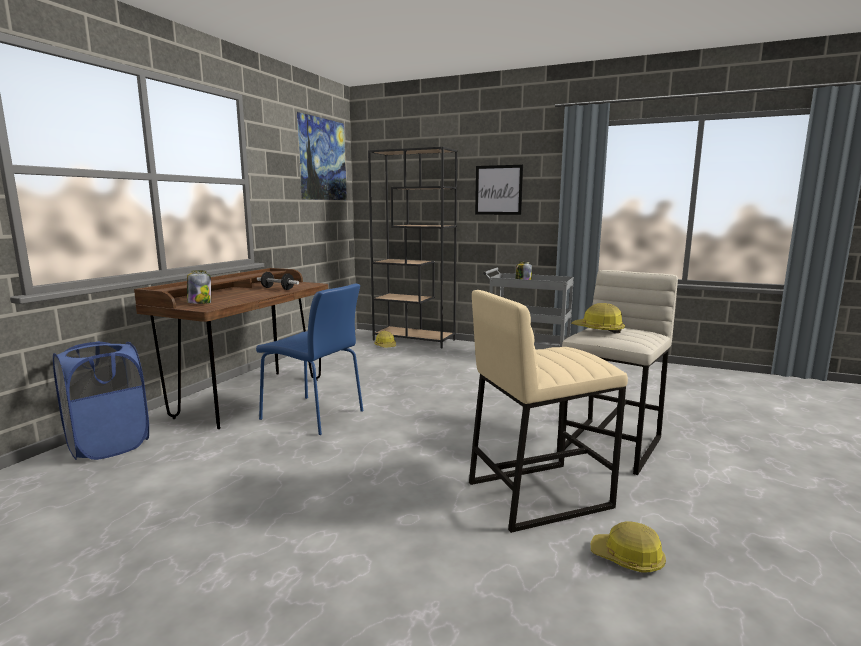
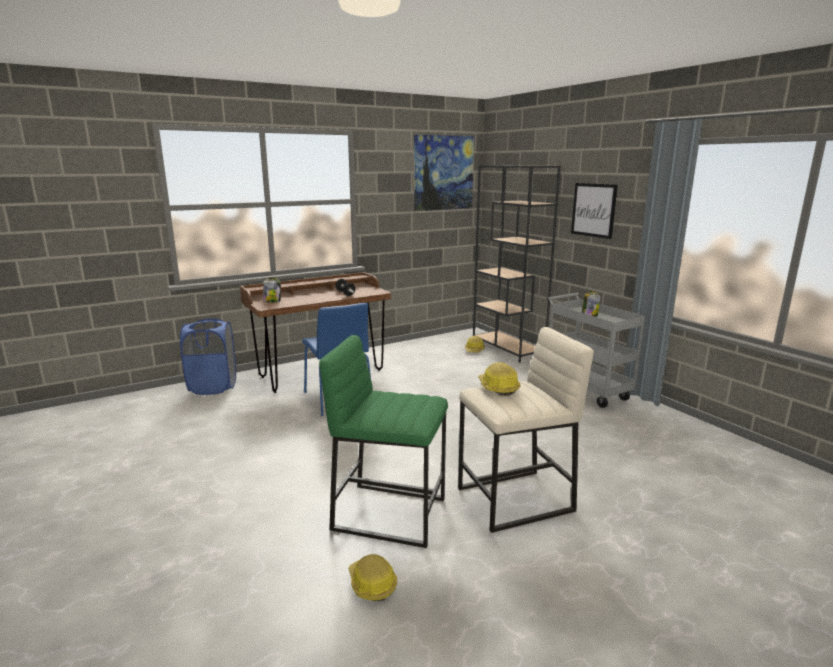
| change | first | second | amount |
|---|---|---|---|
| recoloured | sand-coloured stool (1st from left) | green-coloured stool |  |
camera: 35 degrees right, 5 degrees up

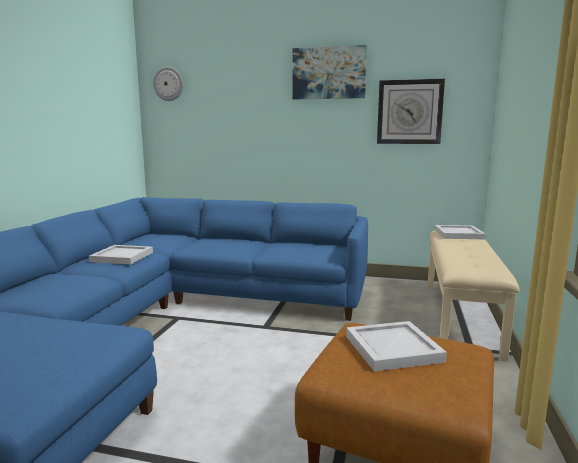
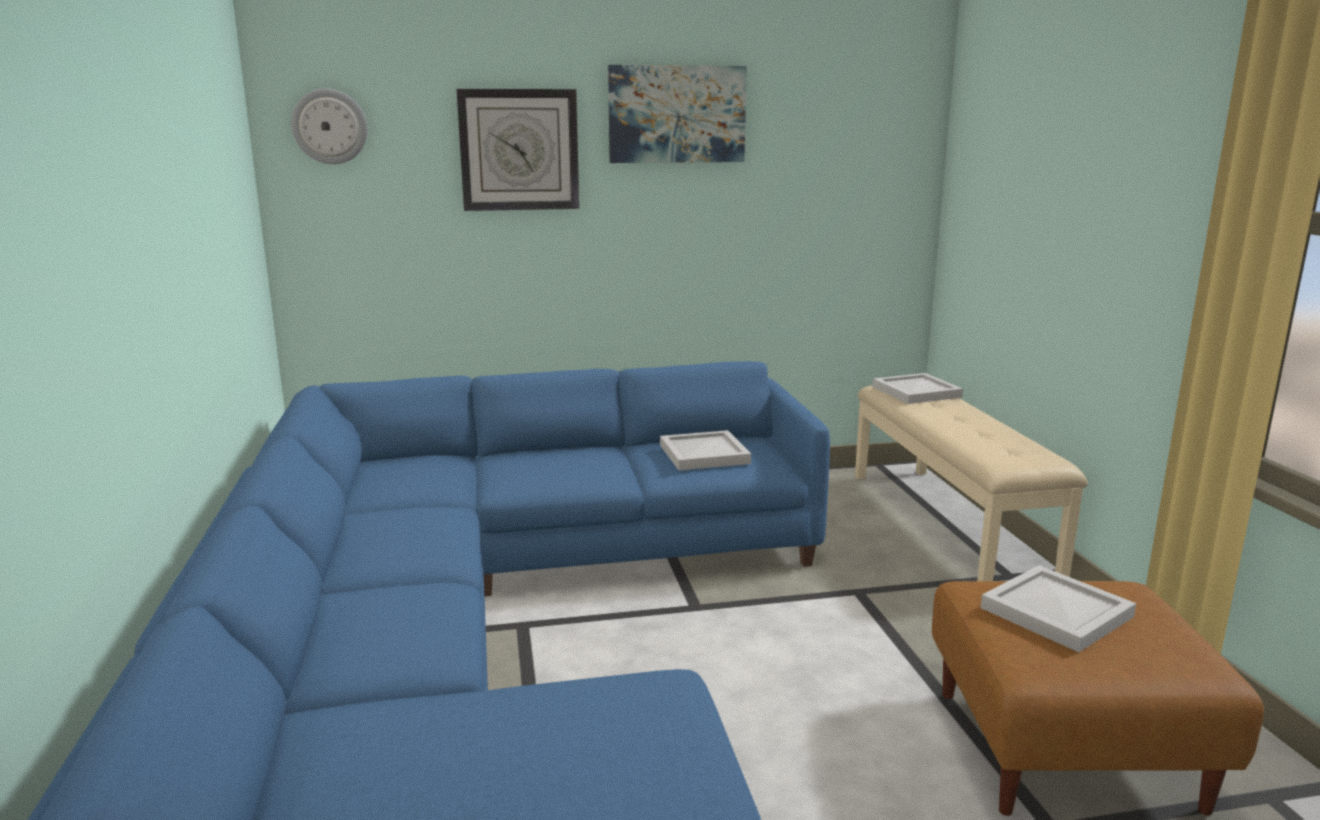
| change | first | second | amount |
|---|---|---|---|
| moved | wall clock (2nd from left) |  |  |
| moved | whitish serving tray (1st from left) |  |  |
camera: 25 degrees left, 5 degrees up

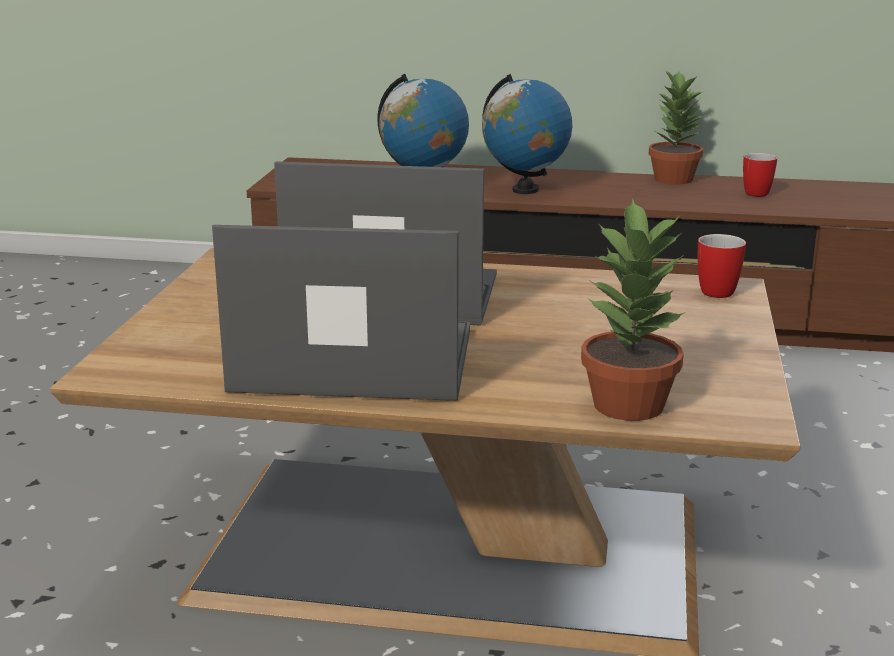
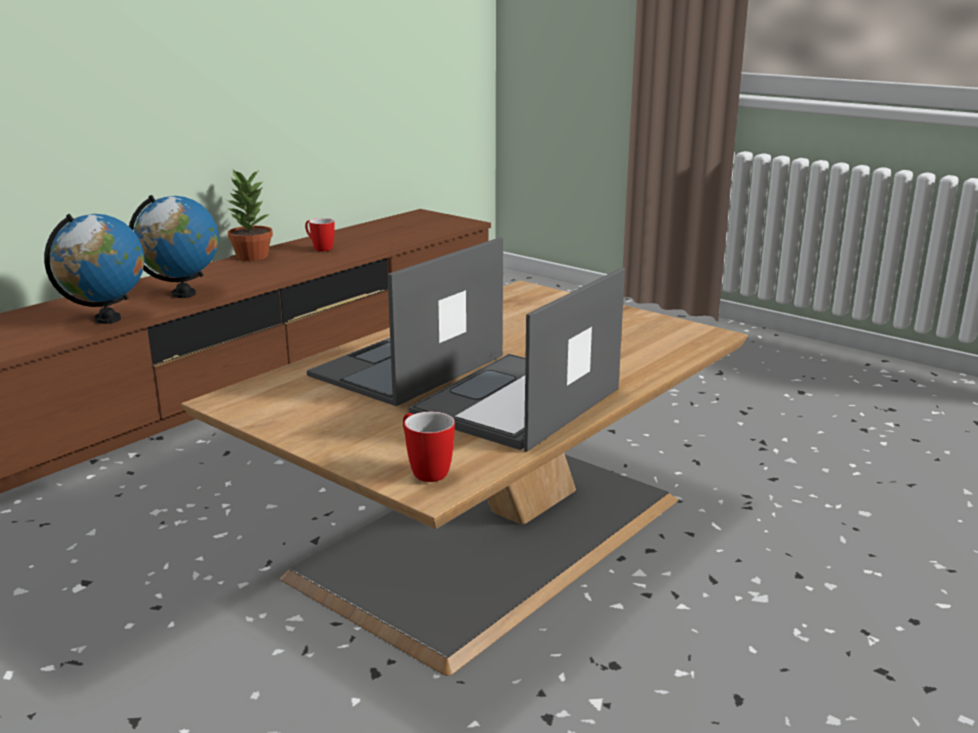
| change | first | second | amount |
|---|---|---|---|
| removed | houseplant (1st from left) |  |  |
| moved | mug (1st from left in the first image) | mug (2nd from left) |  |
camera: 60 degrees left, 0 degrees up

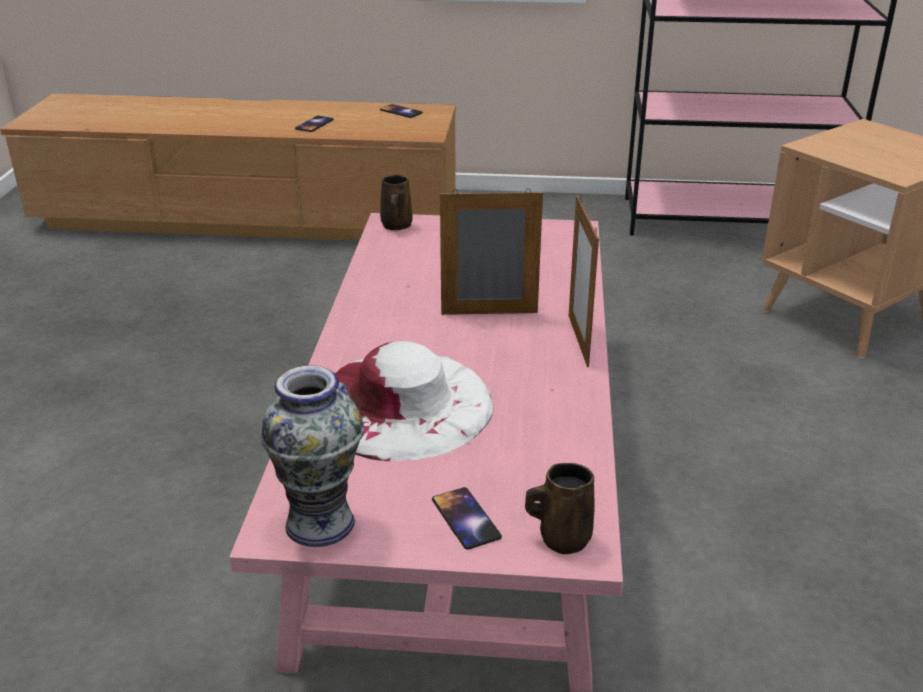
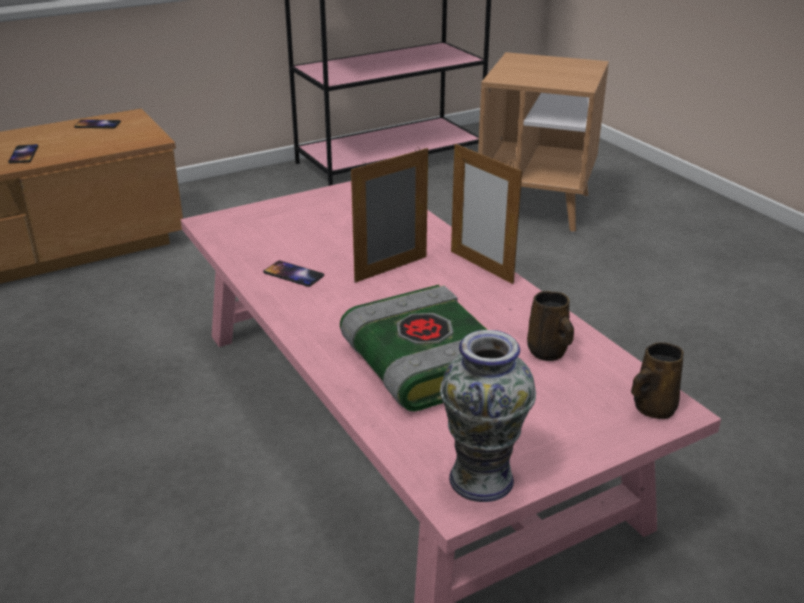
| change | first | second | amount |
|---|---|---|---|
| moved | brown mug (1st from left) |  |  |
| replaced | whitish clothing hat | volume |  |
| moved | phone (3rd from left) |  |  |
camera: 35 degrees left, 0 degrees up

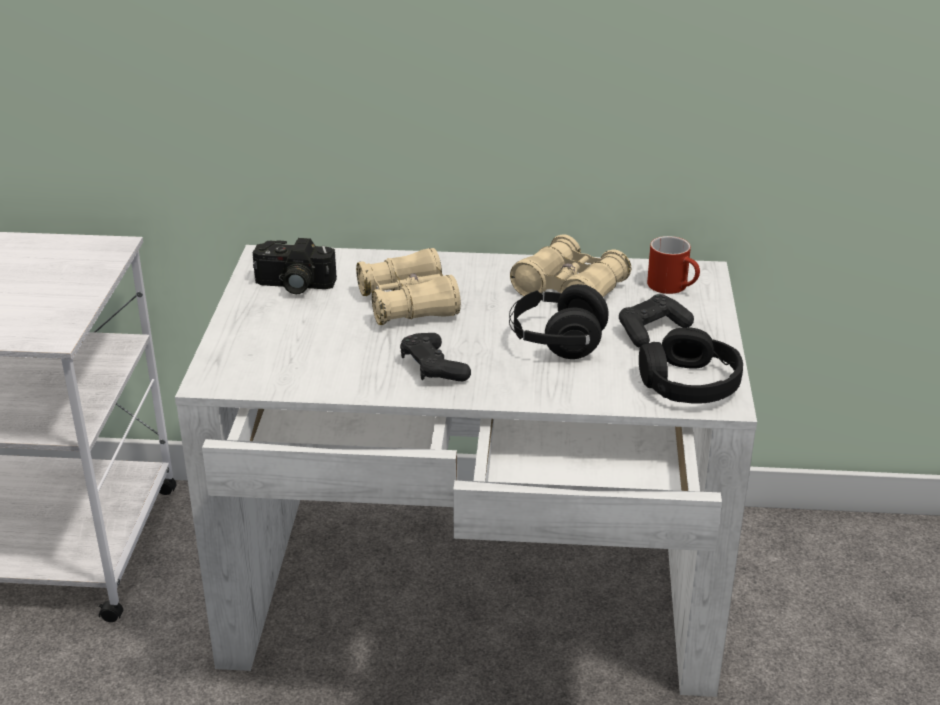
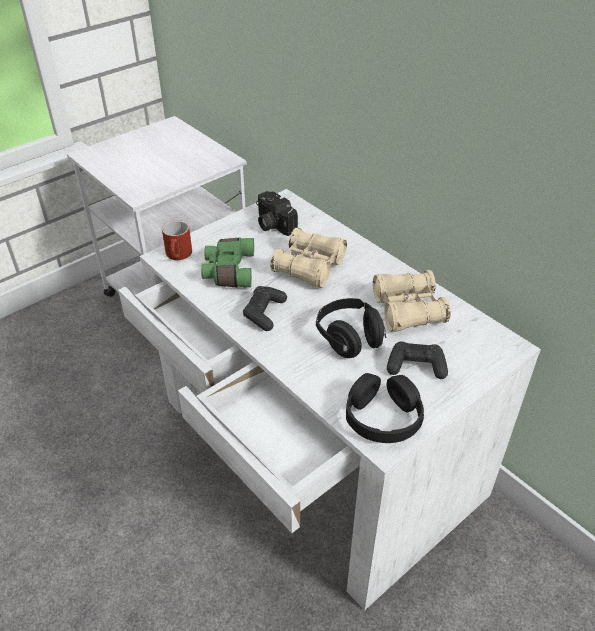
| change | first | second | amount |
|---|---|---|---|
| moved | red-coloured mug |  |  |
| added |  | green-coloured field glasses |  |
camera: 45 degrees right, 10 degrees up

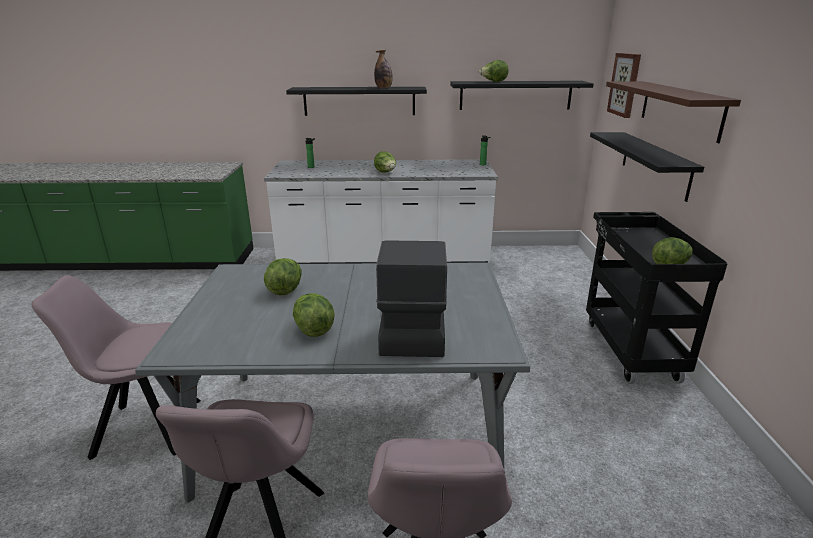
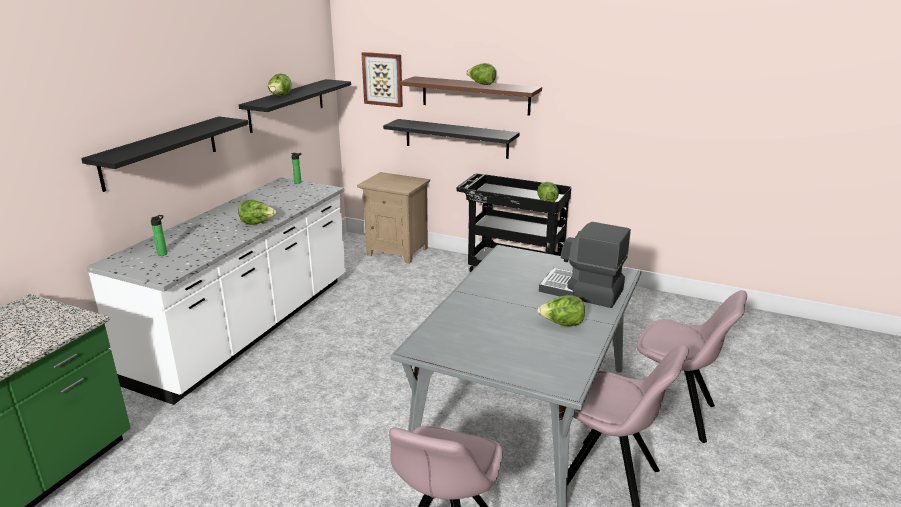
| change | first | second | amount |
|---|---|---|---|
| removed | bottle (2nd from left) |  |  |
| moved | lettuce head (1st from left in the first image) | lettuce head (3rd from left) |  |
| added |  | sand-coloured nightstand |  |
camera: 65 degrees left, 0 degrees up

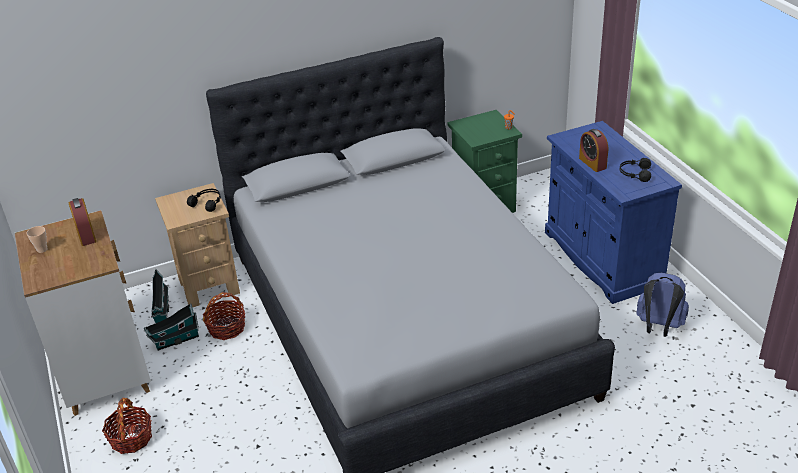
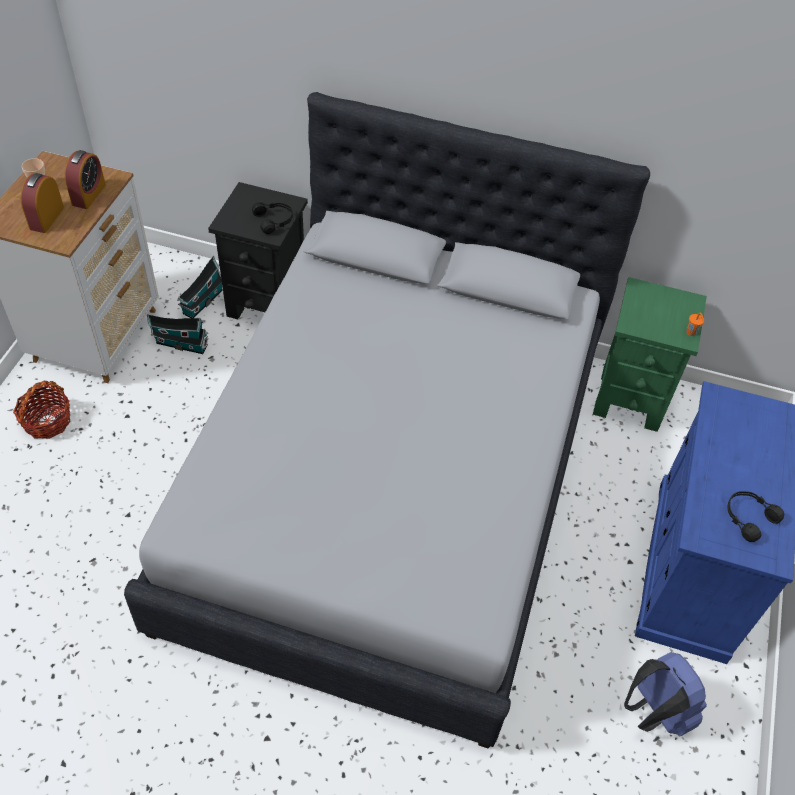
| change | first | second | amount |
|---|---|---|---|
| moved | table clock (2nd from left in the first image) | table clock (1st from left) |  |
| recoloured | sand-coloured nightstand | black nightstand |  |
| removed | household basket (2nd from left) |  |  |
camera: 35 degrees right, 15 degrees up

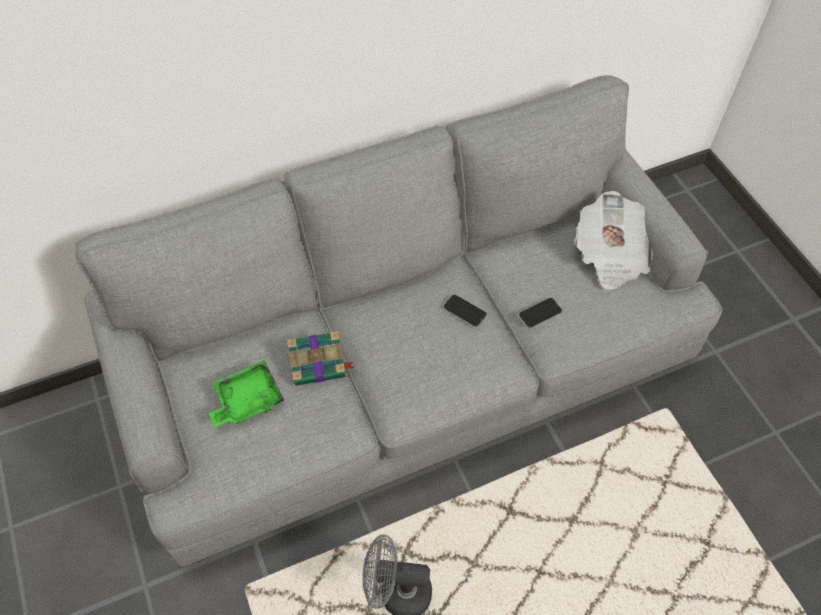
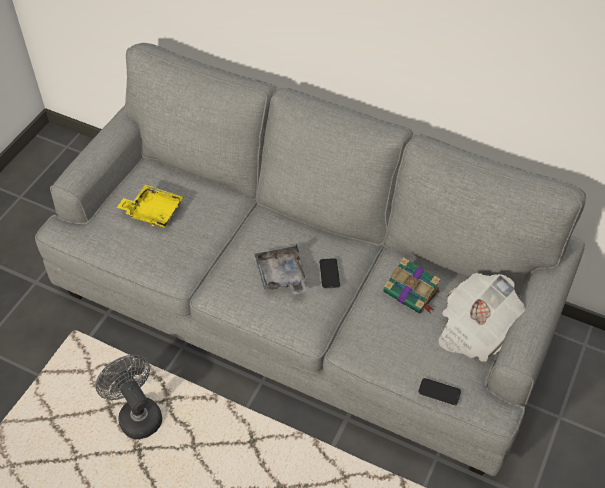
| change | first | second | amount |
|---|---|---|---|
| moved | phone (2nd from left) |  |  |
| moved | volume |  |  |
| recoloured | green-coloured serving tray | yellowish serving tray |  |
| added |  | grey serving tray |  |
camera: 50 degrees right, 5 degrees down

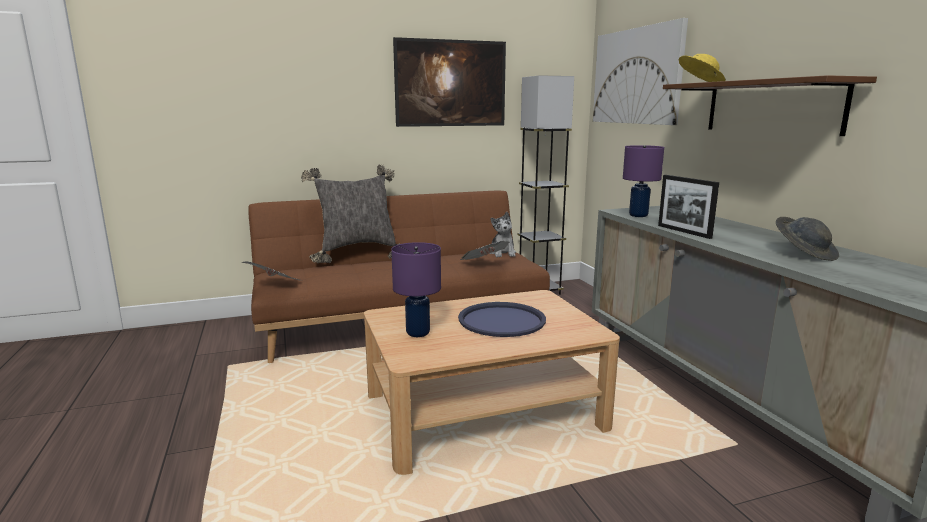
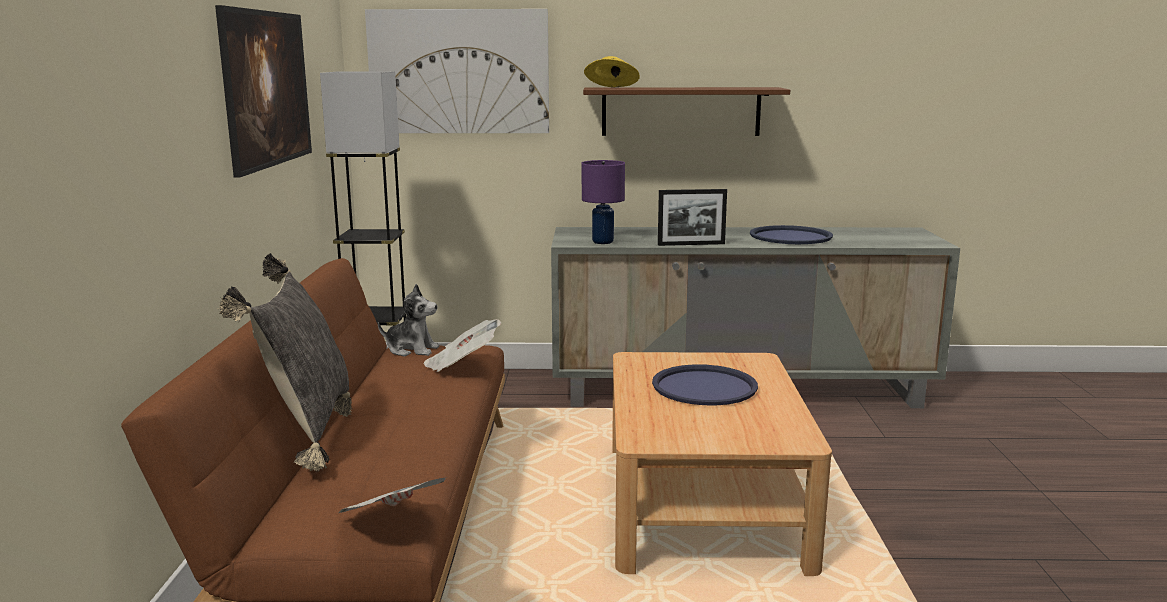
| change | first | second | amount |
|---|---|---|---|
| replaced | grey clothing hat | bluish serving tray (2nd from left) |  |
| removed | purple-coloured tabletop lamp (1st from left) |  |  |
camera: 70 degrees left, 0 degrees up

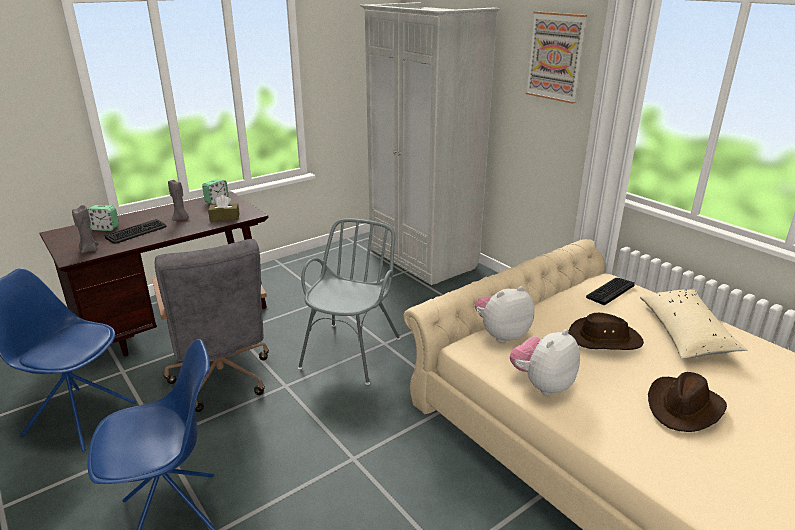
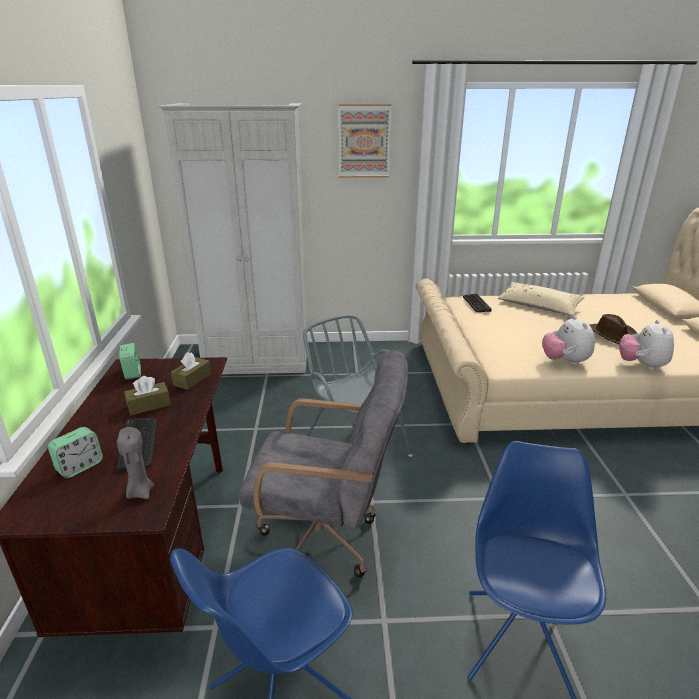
| change | first | second | amount |
|---|---|---|---|
| replaced | grey candle (2nd from left) | brown box of tissues (1st from left) |  |
| moved | plush toy (1st from left in the first image) | plush toy (2nd from left) |  |
| removed | brown clothing hat (1st from left) |  |  |
camera: 55 degrees left, 0 degrees up

